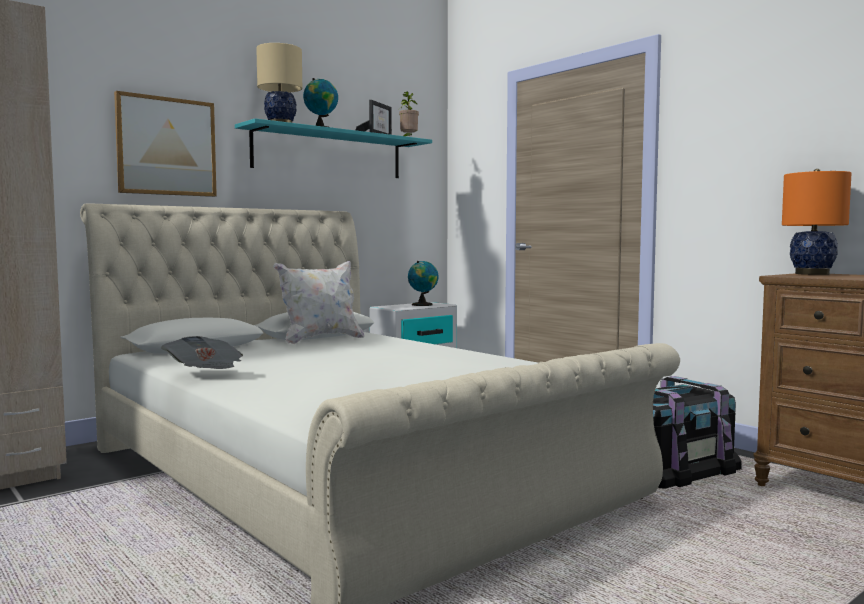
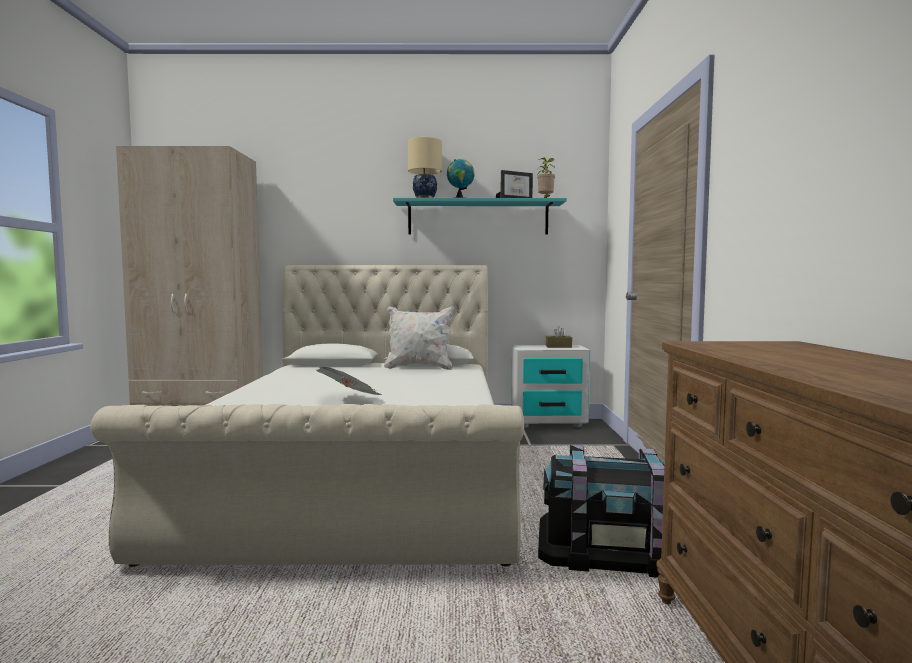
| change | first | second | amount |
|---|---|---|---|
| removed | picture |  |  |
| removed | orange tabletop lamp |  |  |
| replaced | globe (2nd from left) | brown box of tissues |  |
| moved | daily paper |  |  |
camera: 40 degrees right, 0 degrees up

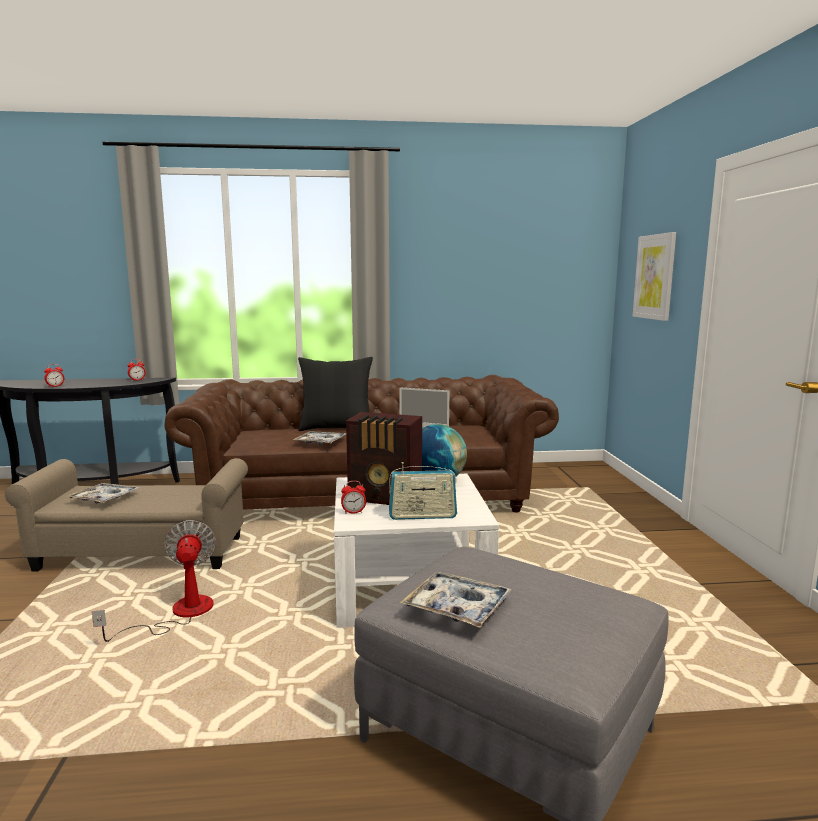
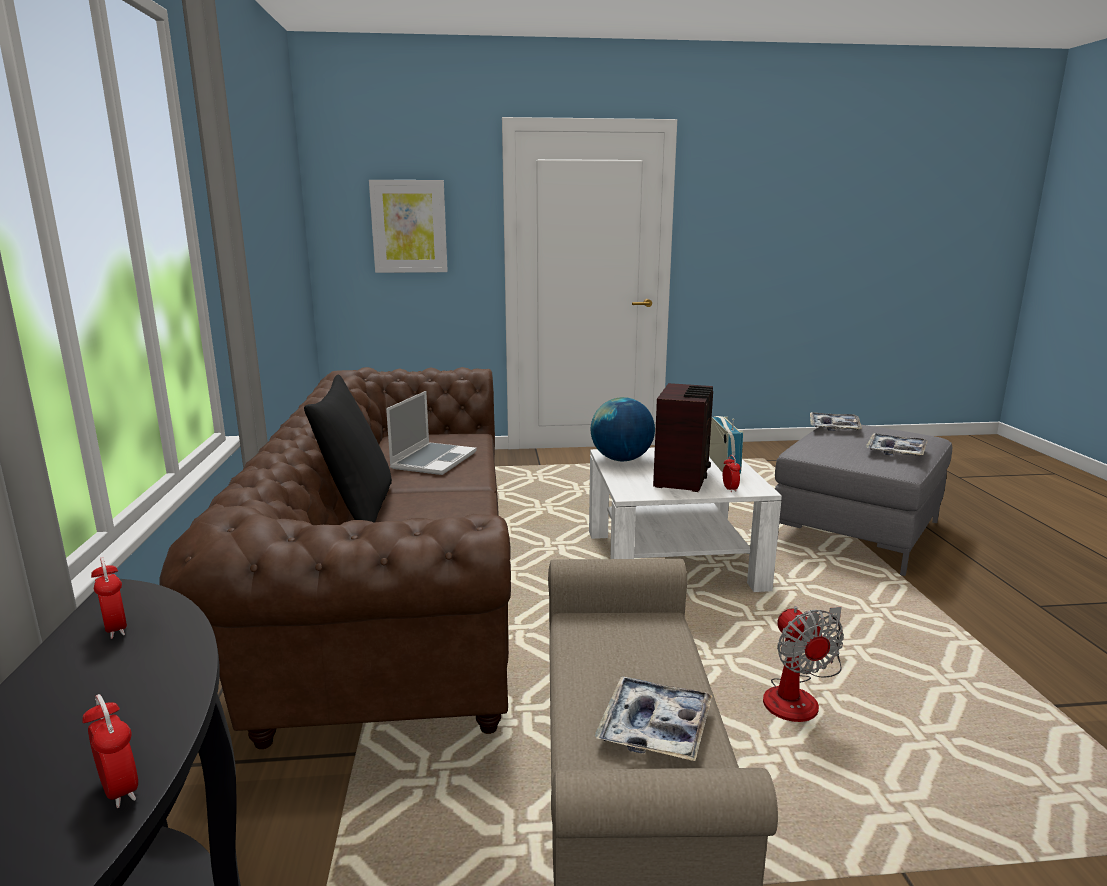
| change | first | second | amount |
|---|---|---|---|
| moved | serving tray (2nd from left) |  |  |
| turned | cooling fan |  | 90 degrees counterclockwise |
camera: 90 degrees left, 5 degrees up

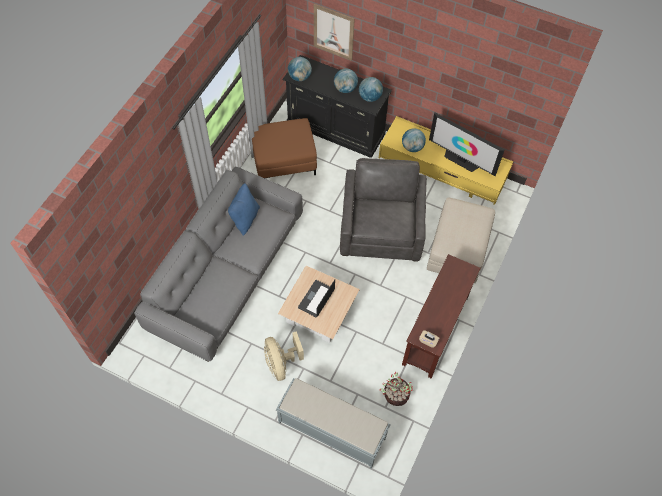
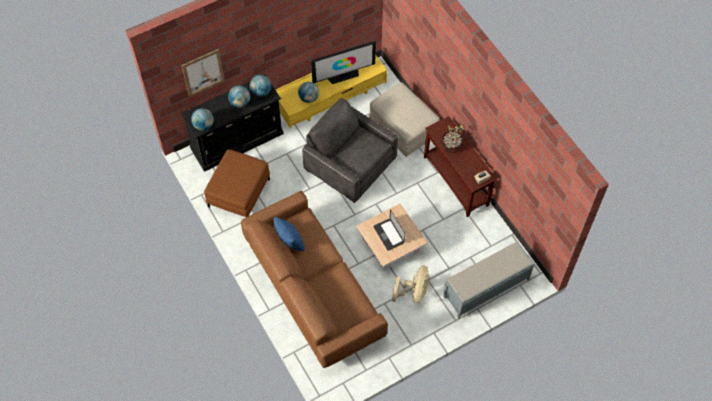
| change | first | second | amount |
|---|---|---|---|
| recoloured | grey settee | brown settee |  |
| turned | sand-coloured cooling fan |  | 90 degrees counterclockwise |
| moved | houseplant |  |  |
camera: 55 degrees left, 0 degrees up

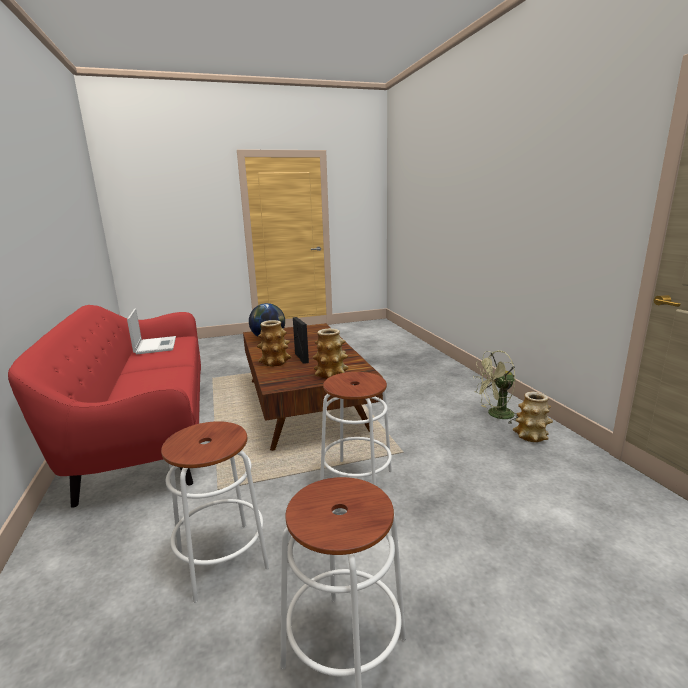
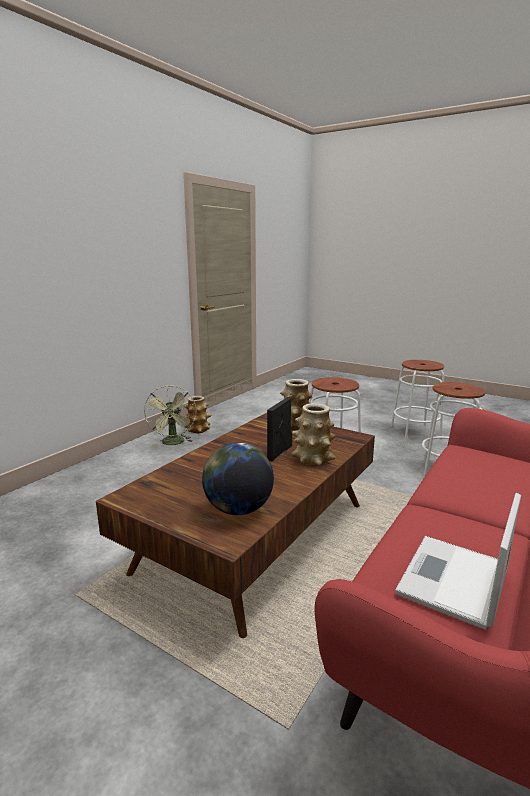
| change | first | second | amount |
|---|---|---|---|
| turned | green-coloured cooling fan |  | 45 degrees clockwise |
camera: 130 degrees left, 0 degrees up

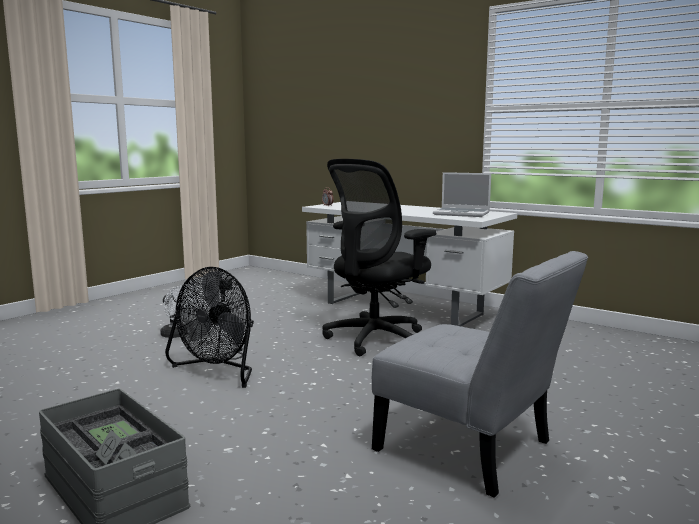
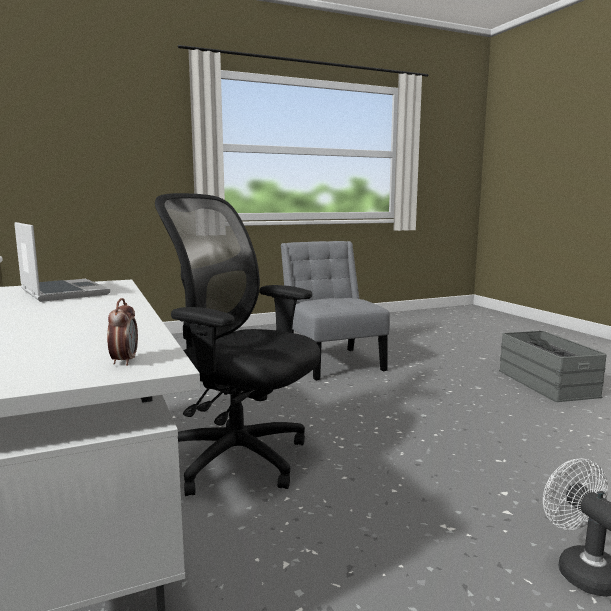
| change | first | second | amount |
|---|---|---|---|
| turned | black desk chair |  | 135 degrees counterclockwise |
| removed | black cooling fan |  |  |
camera: 150 degrees left, 0 degrees up

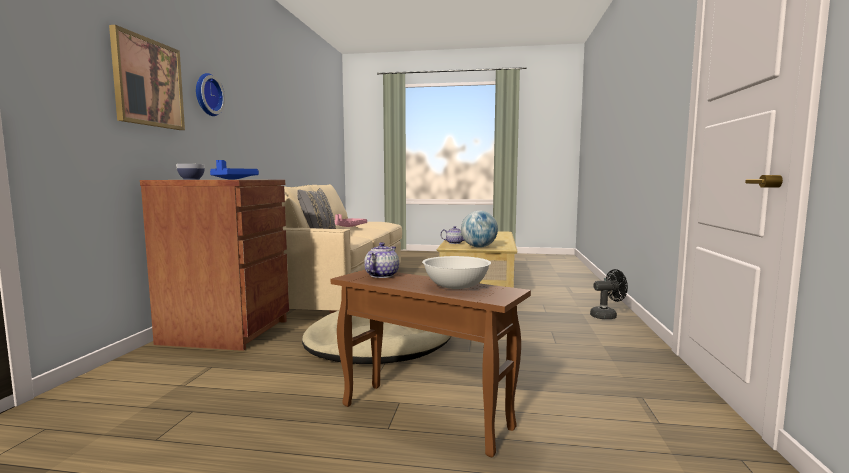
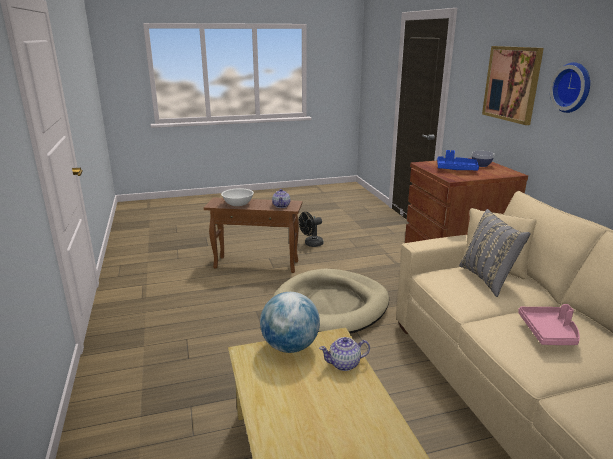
| change | first | second | amount |
|---|---|---|---|
| moved | black cooling fan |  |  |
camera: 155 degrees right, 15 degrees up

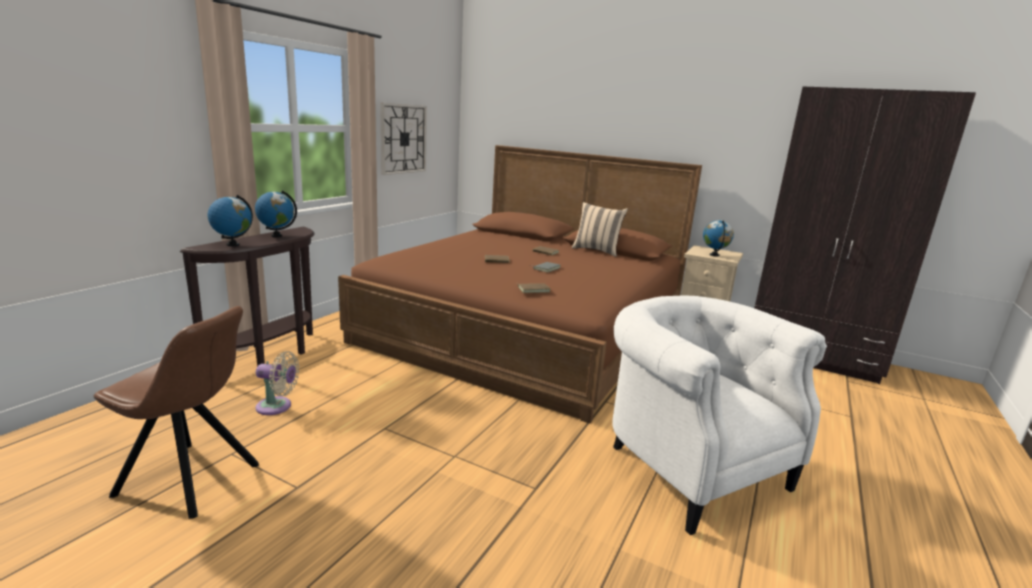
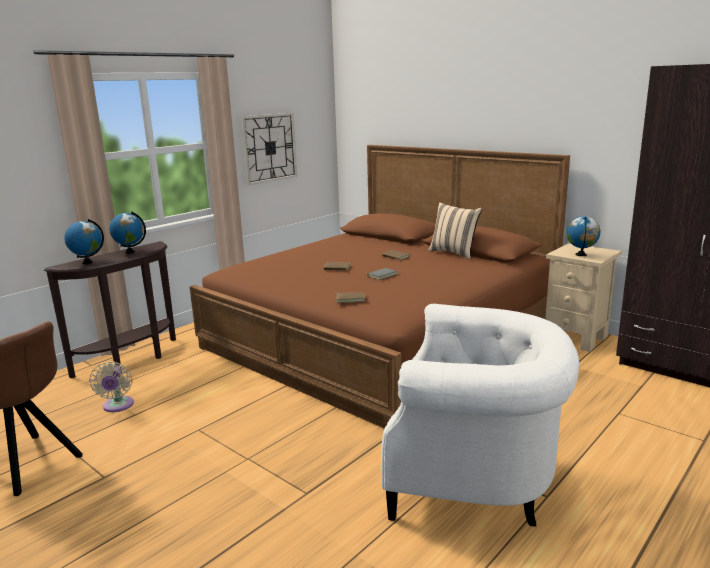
| change | first | second | amount |
|---|---|---|---|
| turned | whitish lounge chair |  | 120 degrees clockwise |
| turned | sand-coloured cooling fan |  | 60 degrees clockwise |
camera: 15 degrees right, 0 degrees up

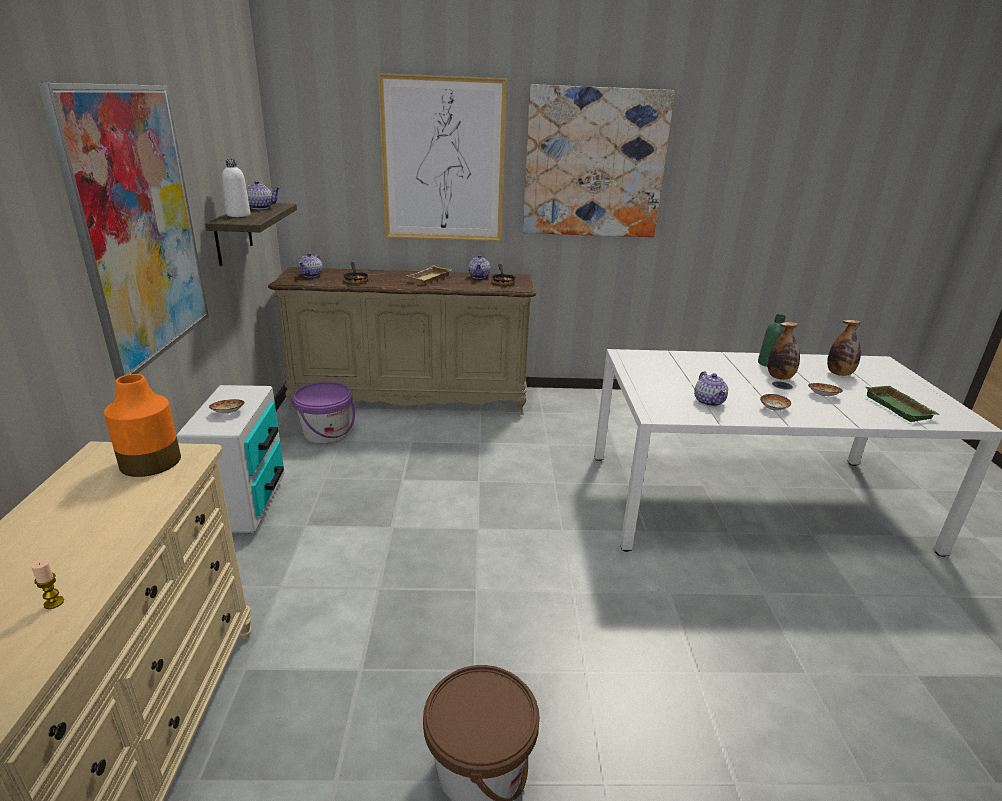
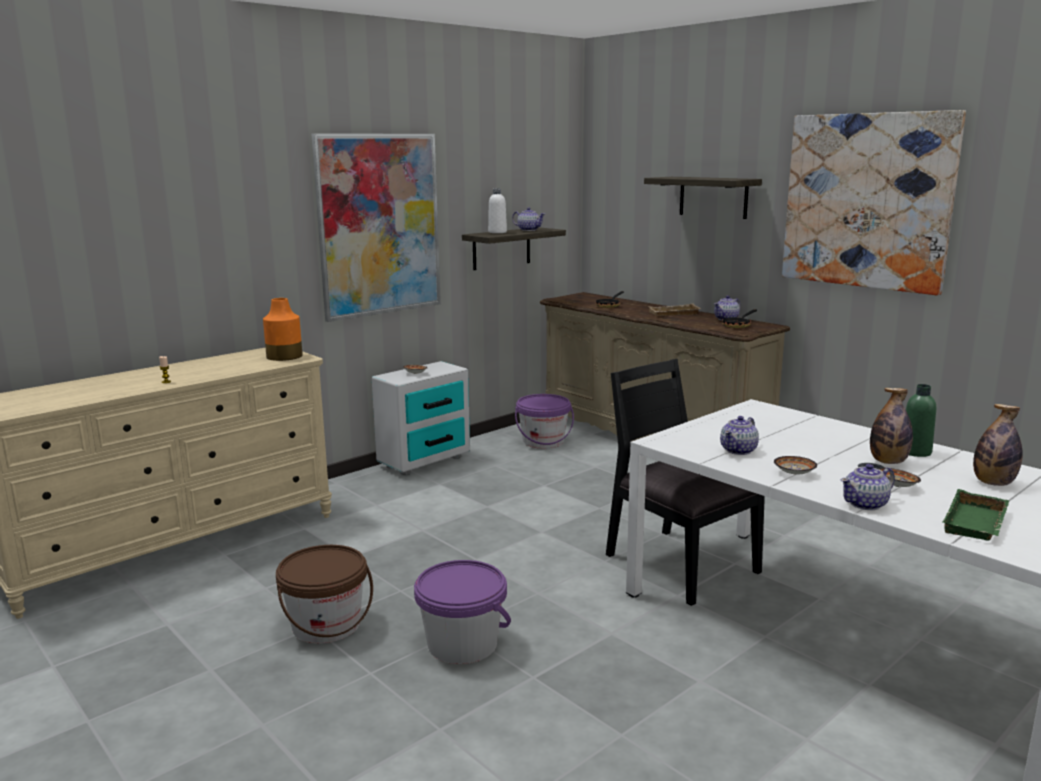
| change | first | second | amount |
|---|---|---|---|
| replaced | picture (2nd from left) | wall shelf (2nd from left) |  |
| moved | tea pot (2nd from left in the first image) | tea pot (4th from left) |  |
| added |  | black upright chair |  |
| added |  | purple-coloured water bucket (1st from left) |  |
camera: 50 degrees right, 10 degrees down

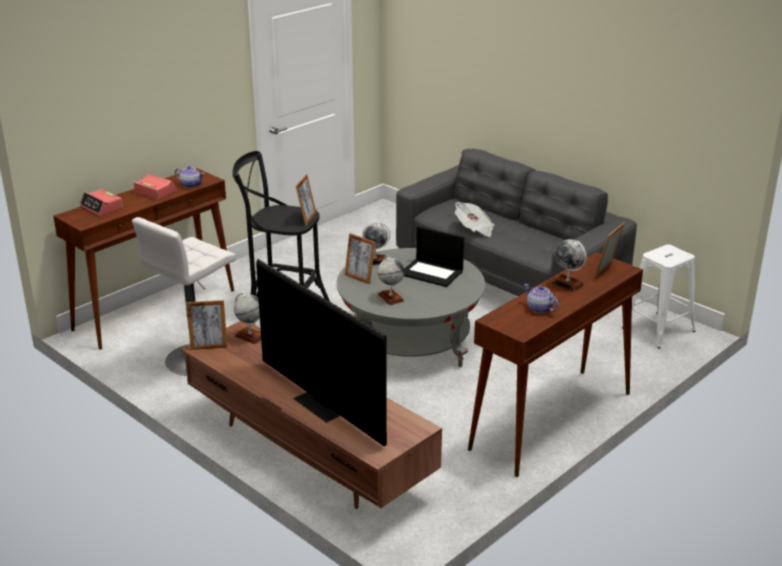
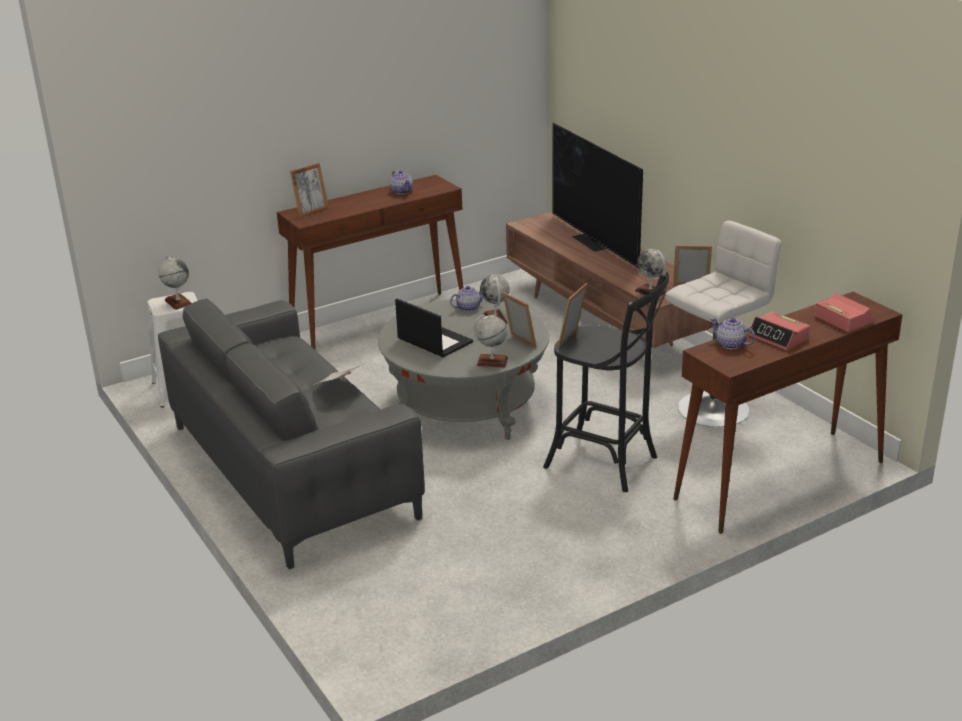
| change | first | second | amount |
|---|---|---|---|
| moved | globe (4th from left in the first image) | globe (1st from left) |  |
| added |  | tea pot (2nd from left) |  |
camera: 165 degrees left, 0 degrees up

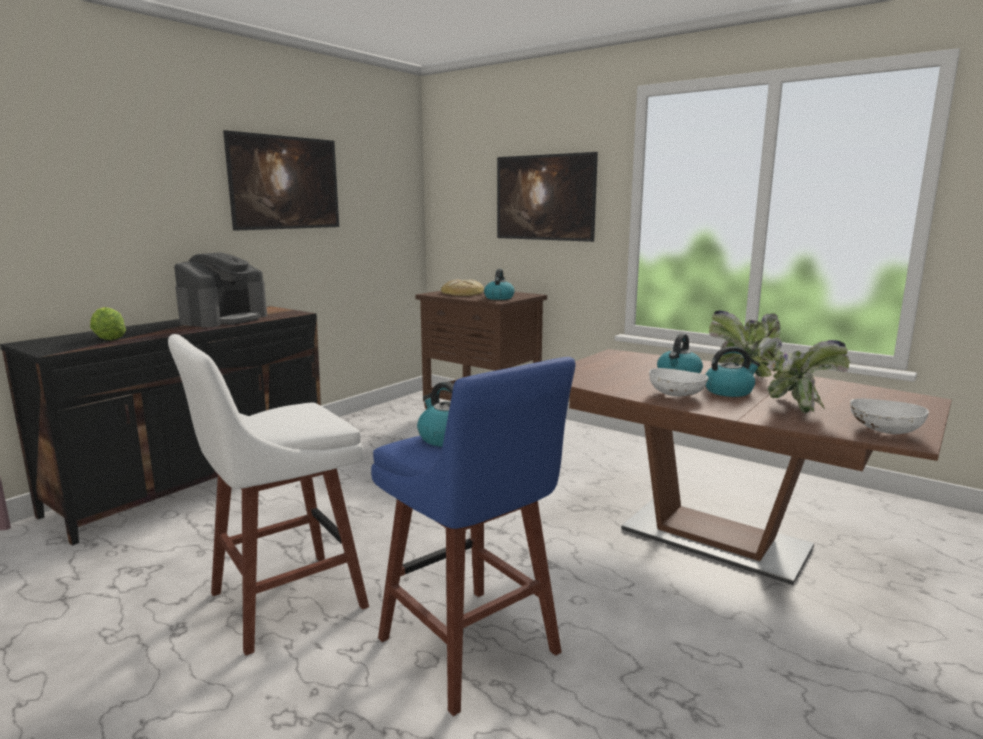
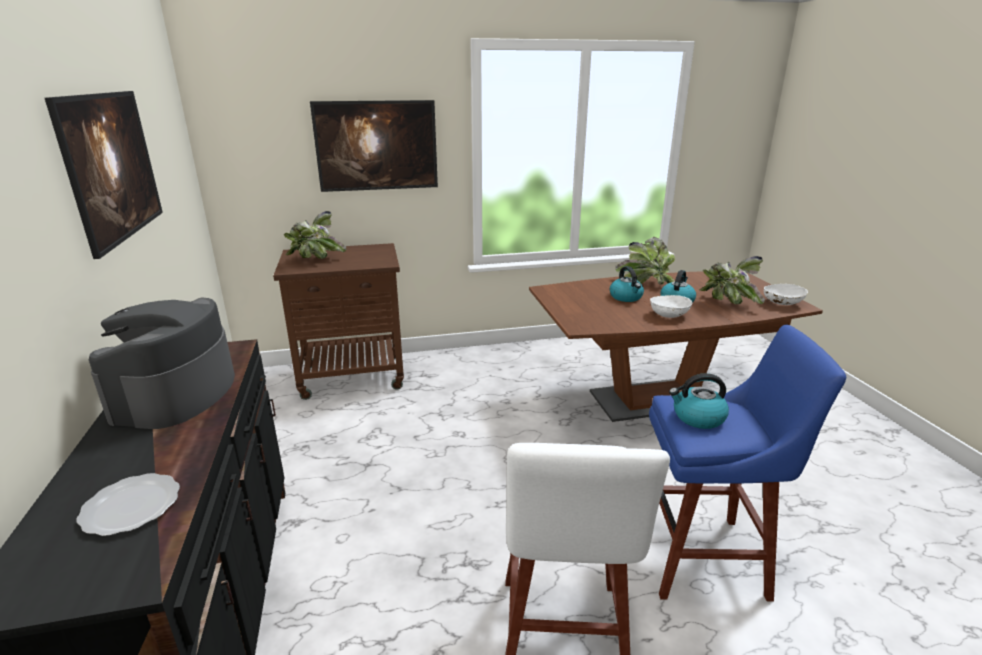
| change | first | second | amount |
|---|---|---|---|
| turned | coffee machine |  | 150 degrees counterclockwise |
| removed | tea kettle (2nd from left) |  |  |
| replaced | baked bread | houseplant (1st from left) |  |
| replaced | lettuce head | dinner plate |  |
camera: 50 degrees left, 10 degrees up

